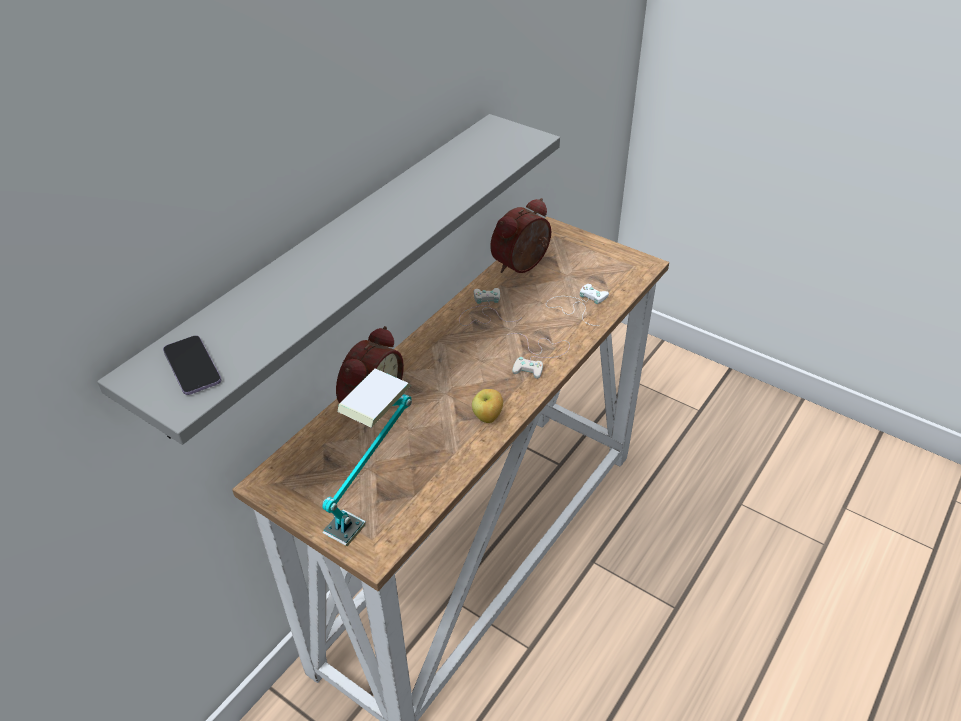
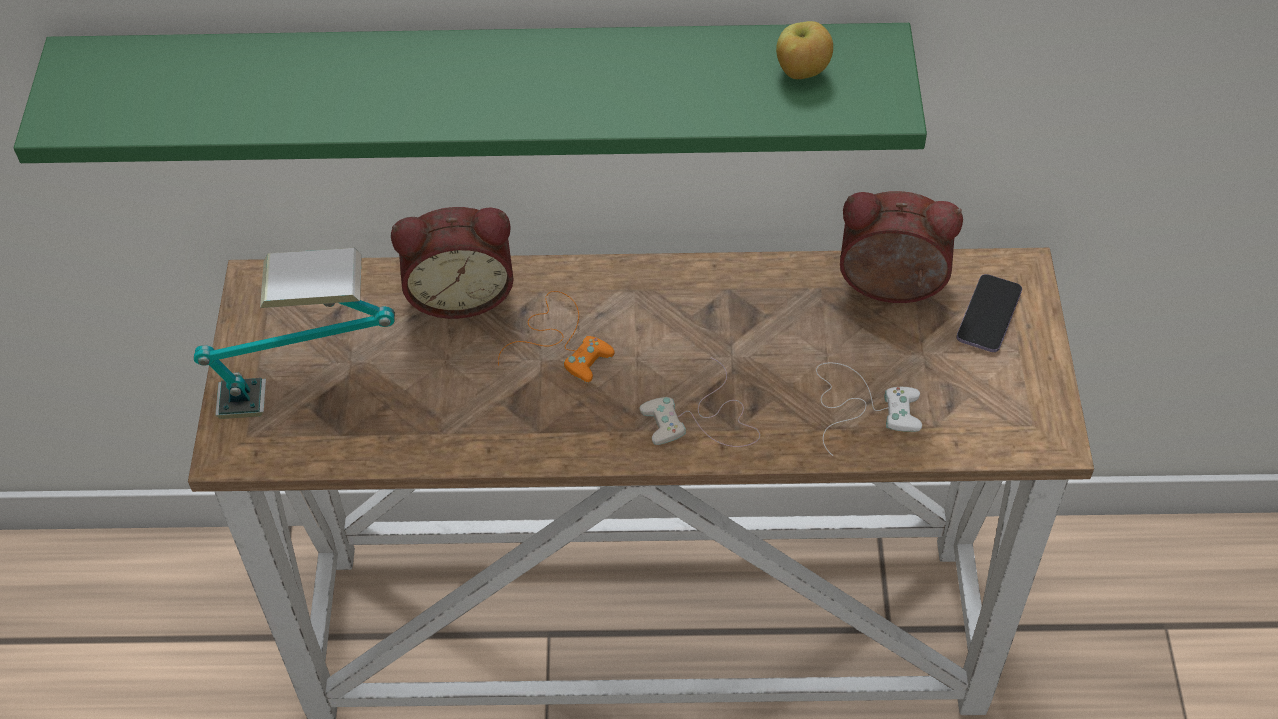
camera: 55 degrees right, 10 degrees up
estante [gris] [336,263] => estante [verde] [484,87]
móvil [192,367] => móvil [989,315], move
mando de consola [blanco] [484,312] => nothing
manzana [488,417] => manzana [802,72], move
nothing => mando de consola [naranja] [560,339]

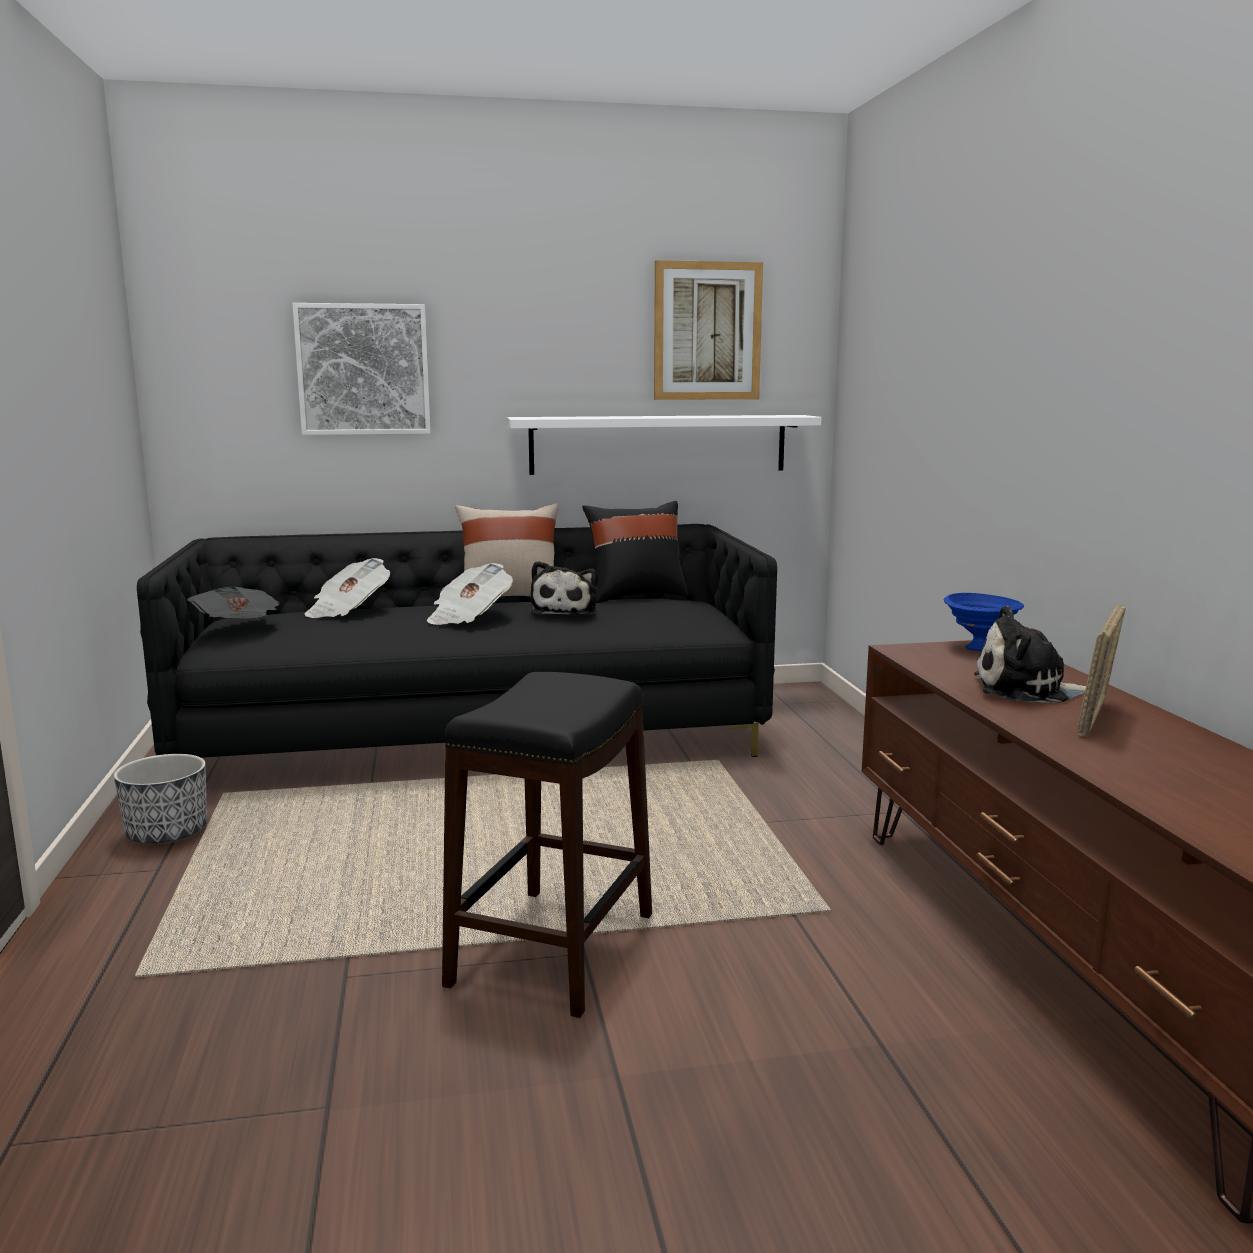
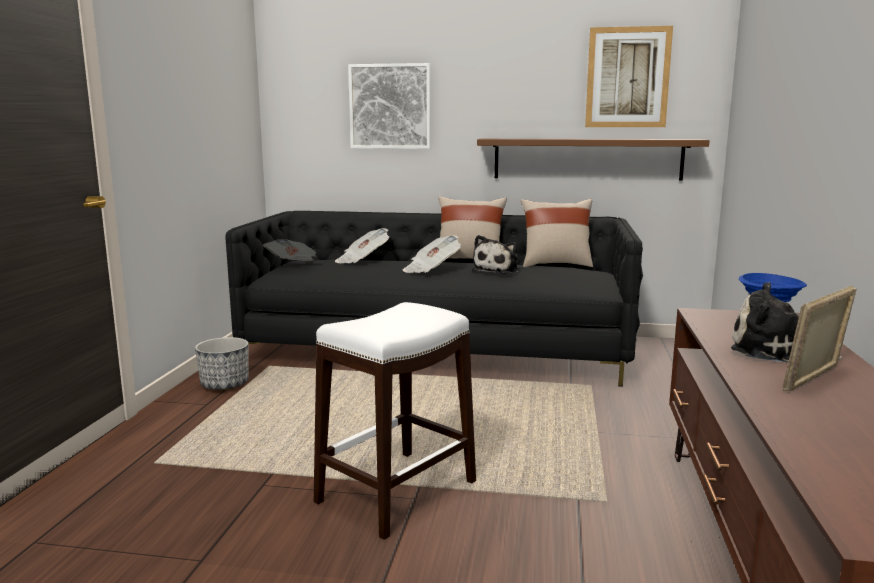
camera: 20 degrees right, 0 degrees up
taburete [negro] [555,949] => taburete [blanco] [398,492]
estante [blanco] [658,444] => estante [marrón] [587,159]
cojín [negro] [636,596] => cojín [beis] [555,264]

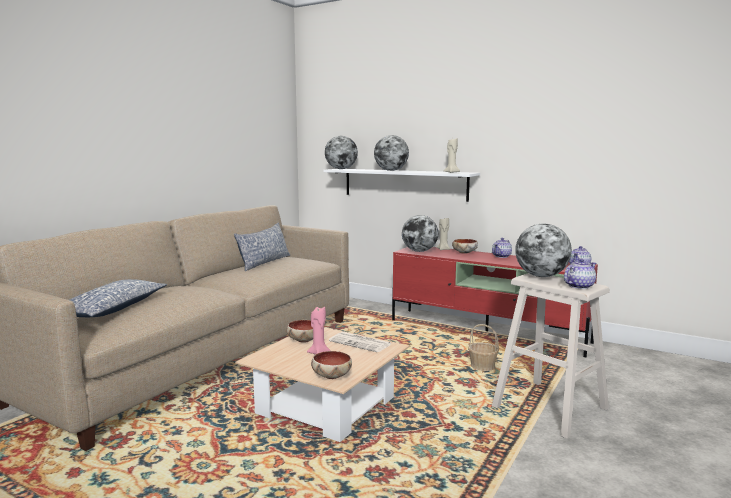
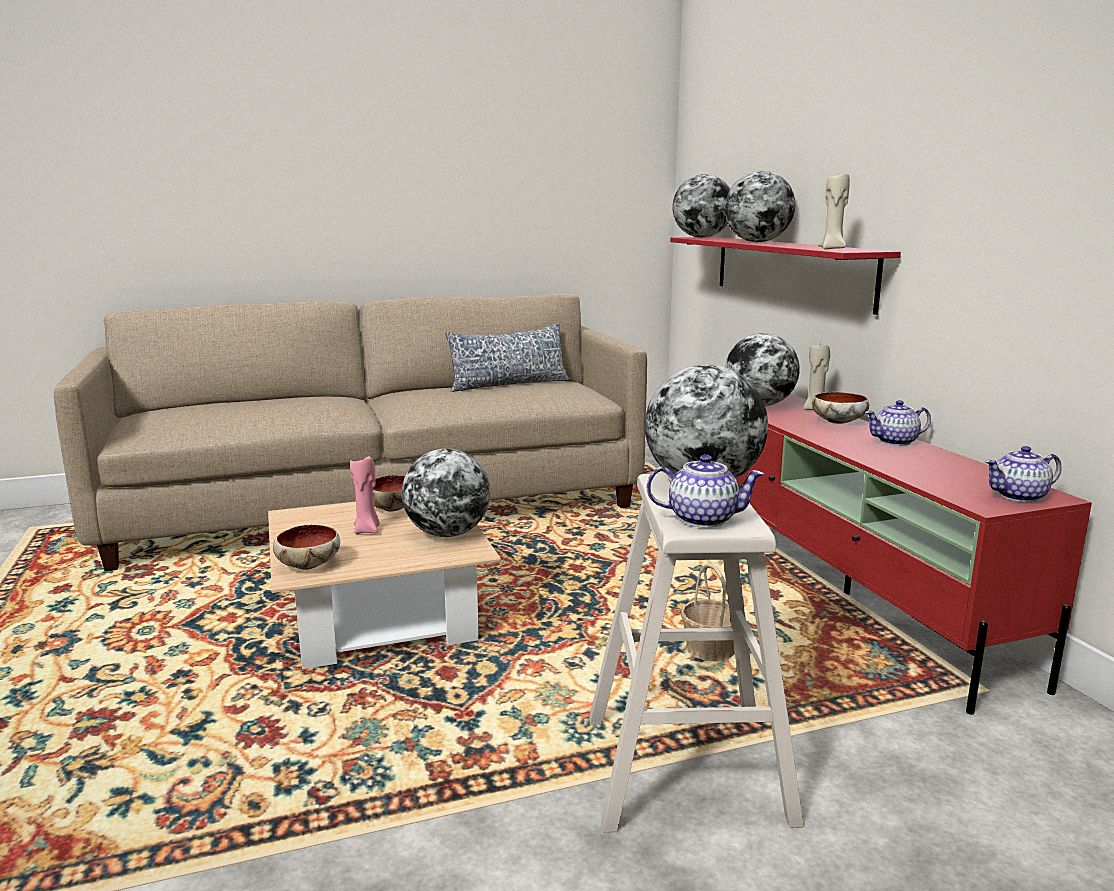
camera: 40 degrees right, 5 degrees up
cojín [112,309] => nothing
estante [blanco] [404,184] => estante [rojo] [790,270]
periódico [361,343] => globo terráqueo [448,533]

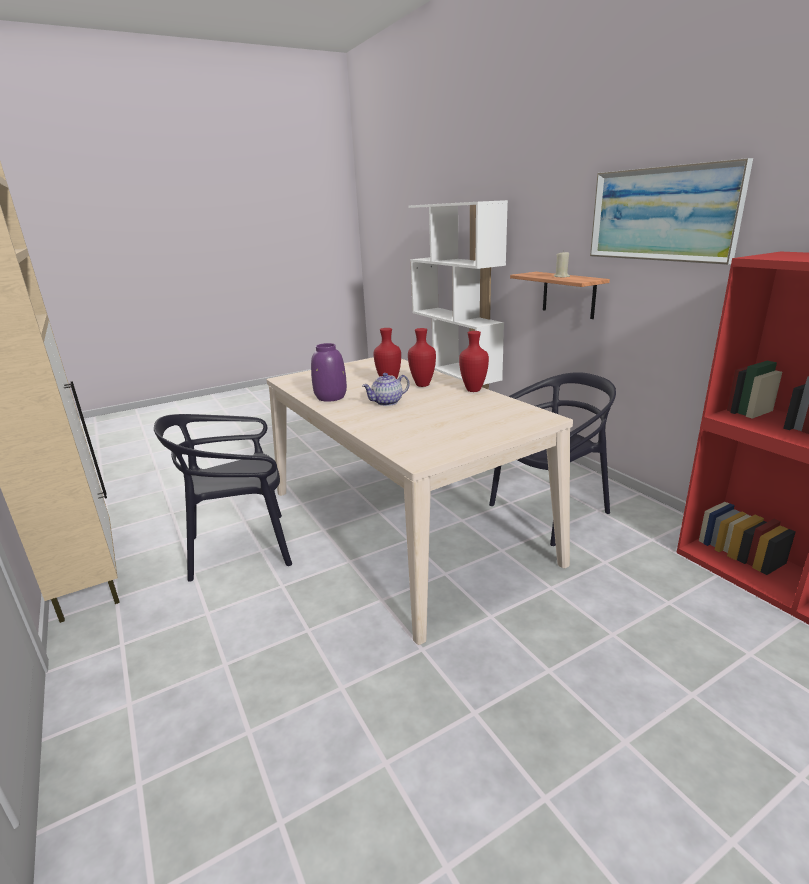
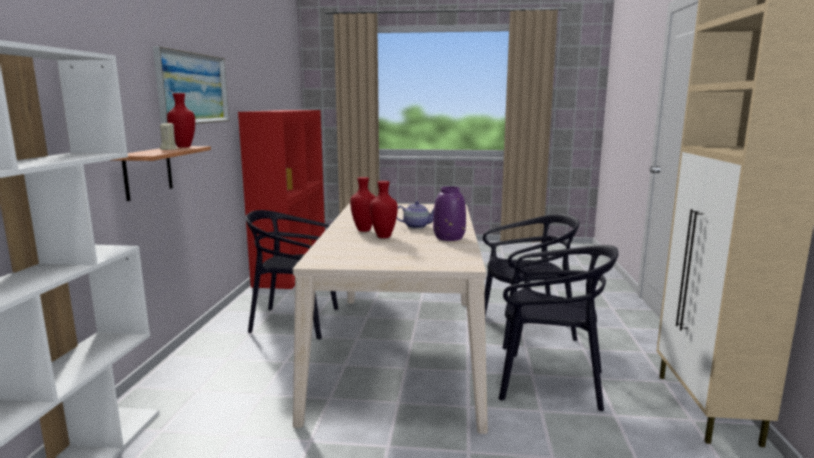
camera: 145 degrees left, 10 degrees down
florero [rojo] [474,390] => florero [rojo] [183,147], move
nothing => silla [negro] [526,330]

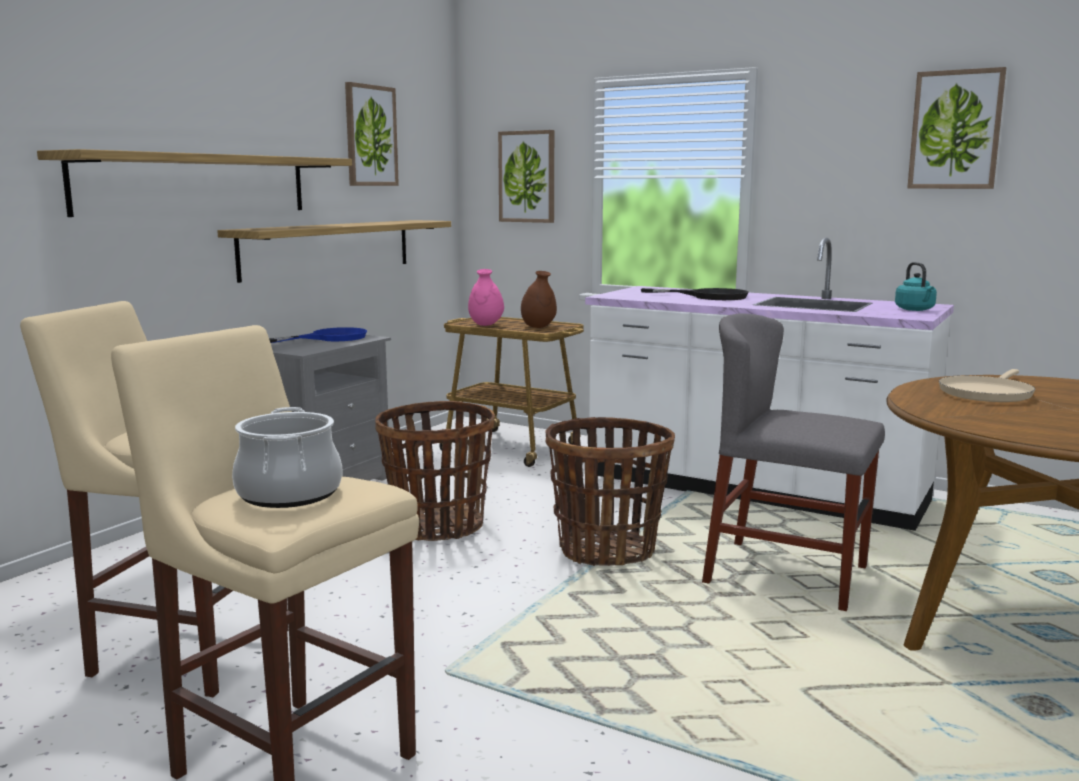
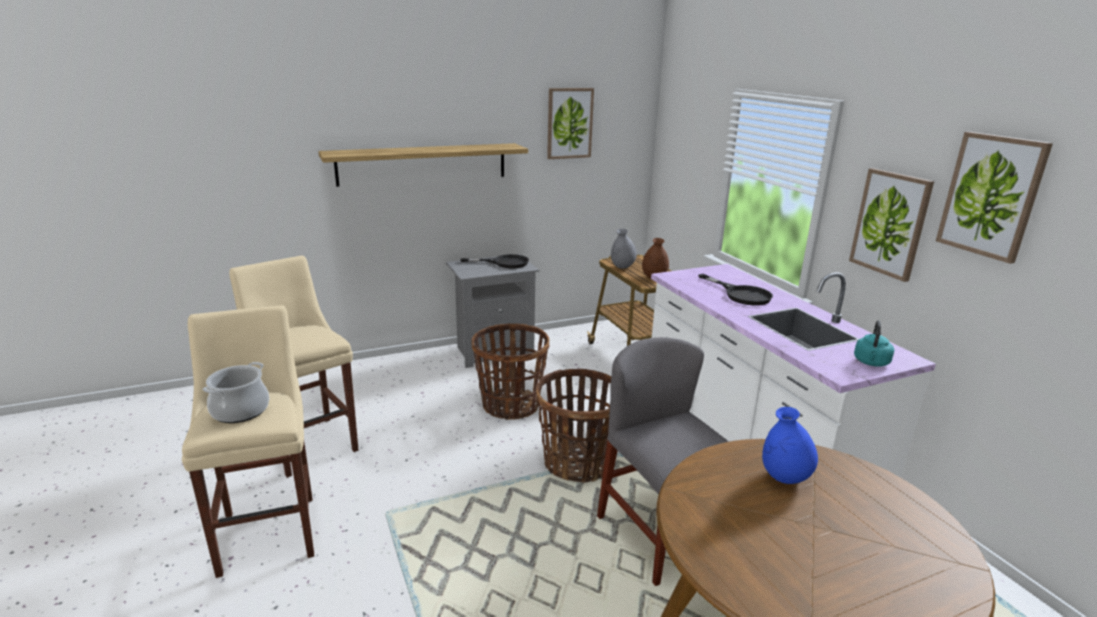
camera: 35 degrees right, 10 degrees up
estante [328,248] => nothing
sartén [azul] [329,338] => sartén [negro] [504,263]
florero [rosa] [486,324] => florero [gris] [622,267]
cuadro [527,177] => cuadro [890,223], move
sartén [beis] [986,393] => florero [azul] [784,478]

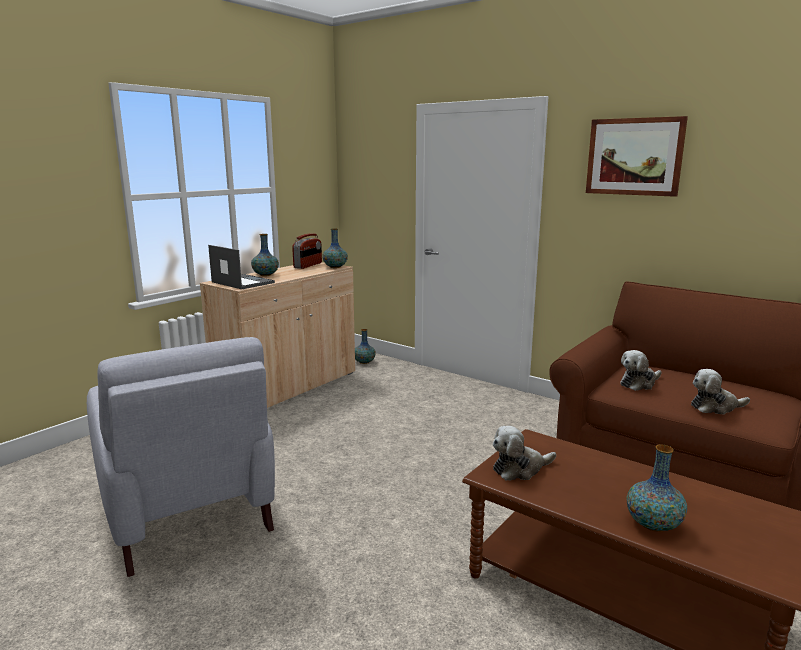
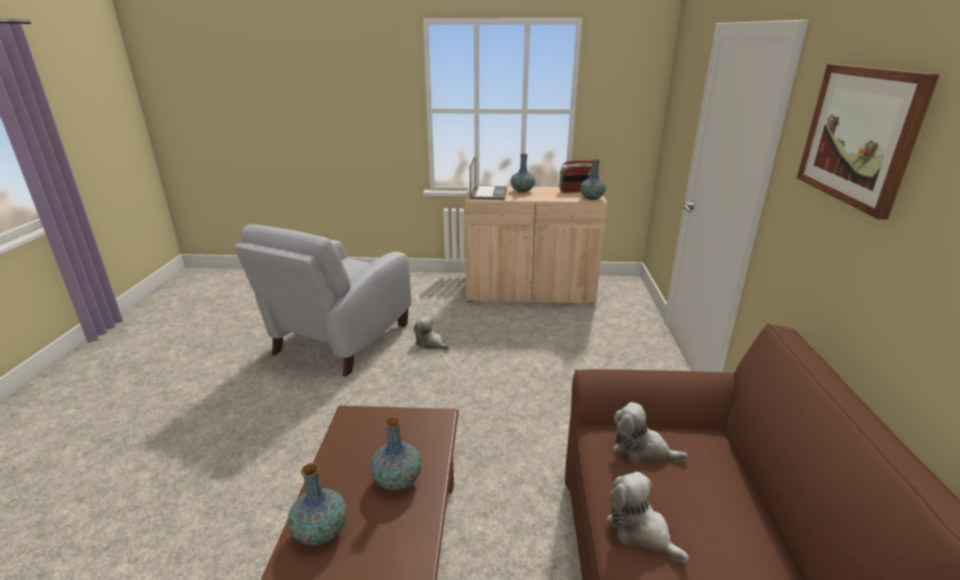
camera: 55 degrees right, 10 degrees up
florero [364,362] => florero [397,480], move
peluche [520,469] => peluche [430,344], move

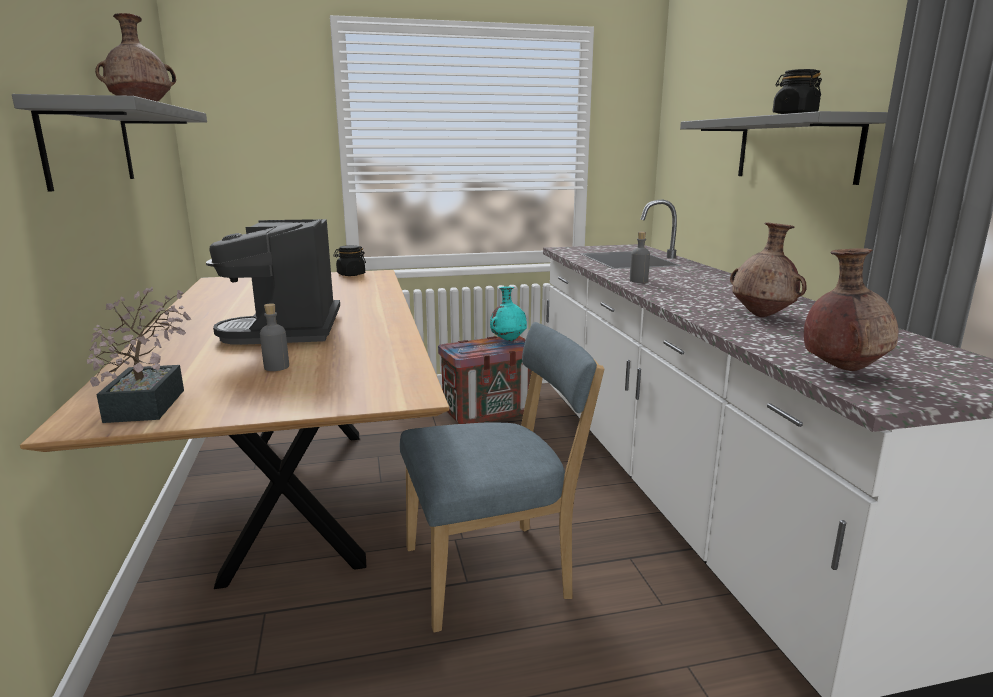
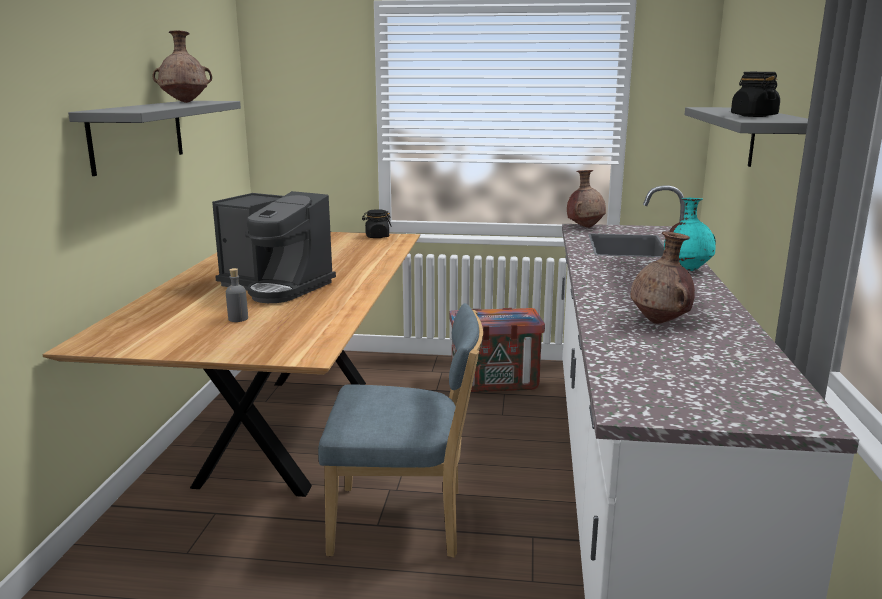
camera: 20 degrees right, 0 degrees up
planta en maceta [150,401] => nothing
cafetera [289,329] => cafetera [276,287], 75 degrees counterclockwise
florero [turquesa] [508,340] => florero [turquesa] [687,269], move
botella [gris] [638,280] => nothing
florero [marrón] [841,369] => florero [marrón] [585,227], move

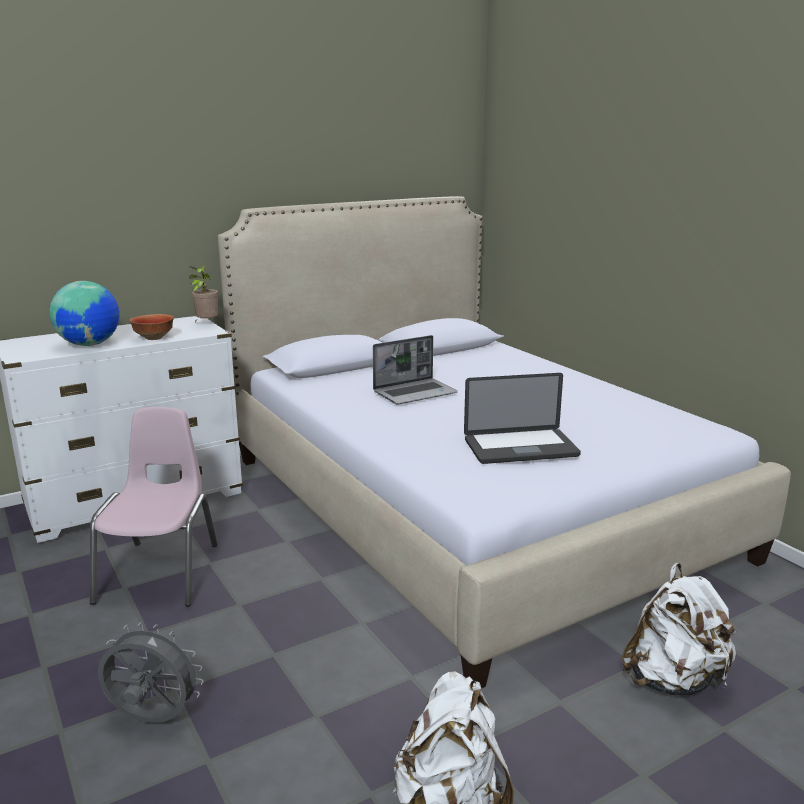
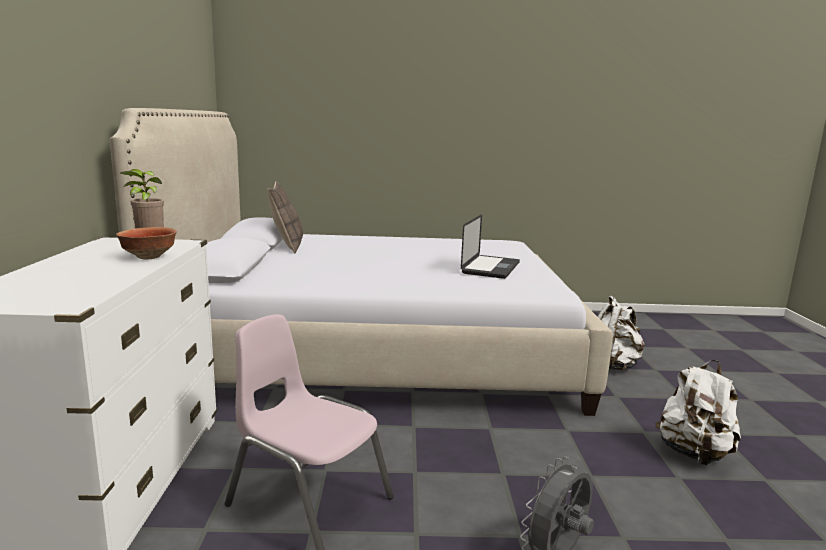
camera: 60 degrees left, 5 degrees down
globo terráqueo [90,344] => nothing
portátil [415,393] => nothing
nothing => cojín [287,246]

